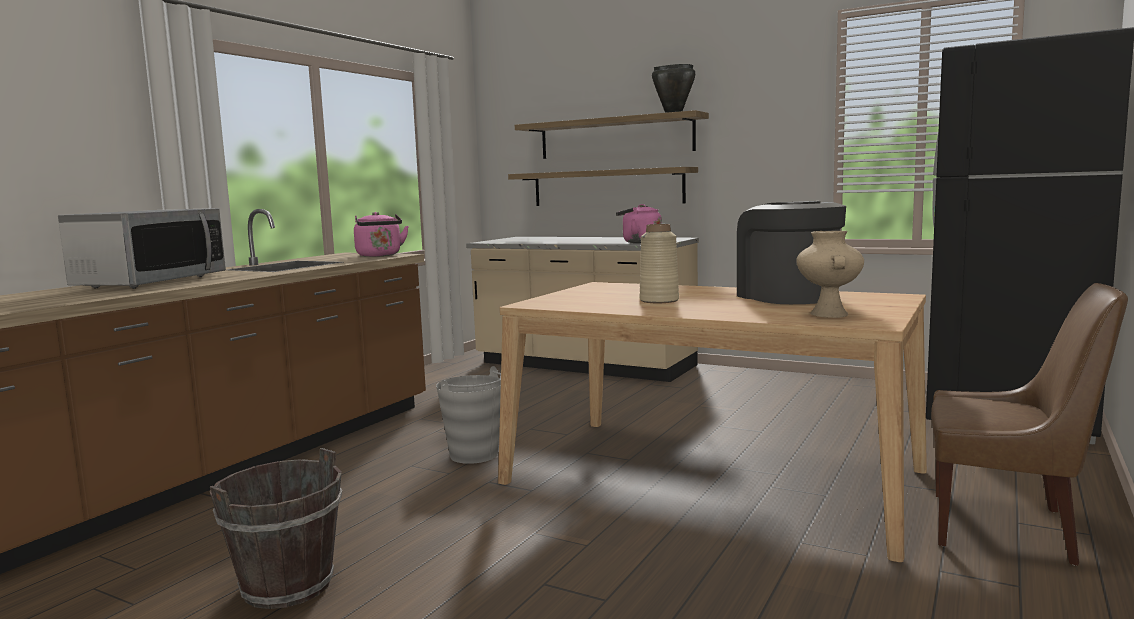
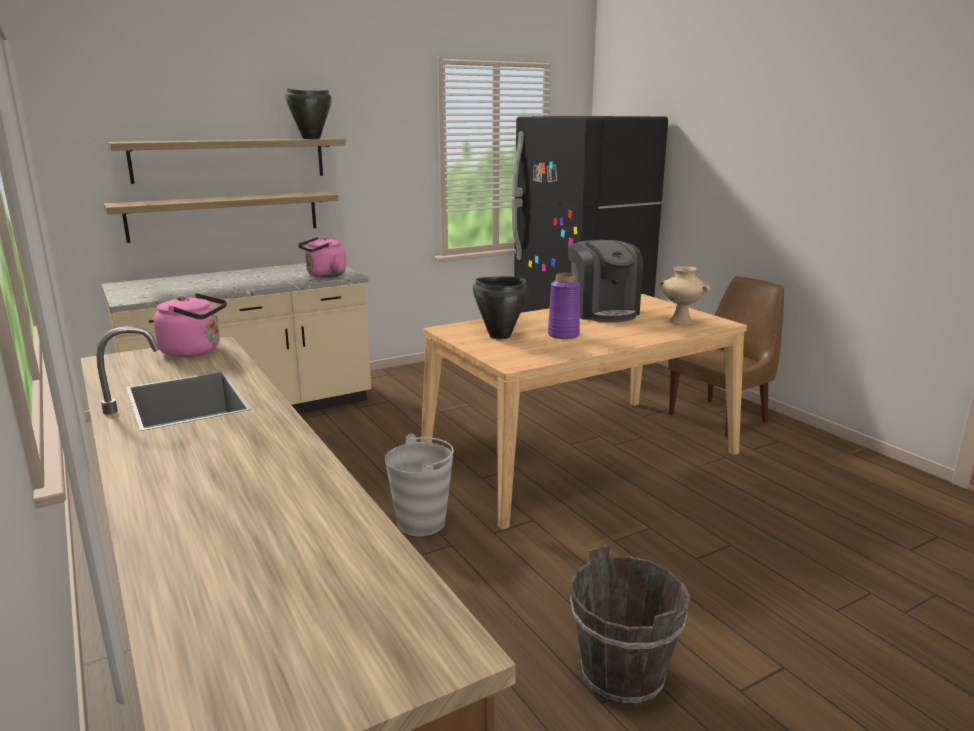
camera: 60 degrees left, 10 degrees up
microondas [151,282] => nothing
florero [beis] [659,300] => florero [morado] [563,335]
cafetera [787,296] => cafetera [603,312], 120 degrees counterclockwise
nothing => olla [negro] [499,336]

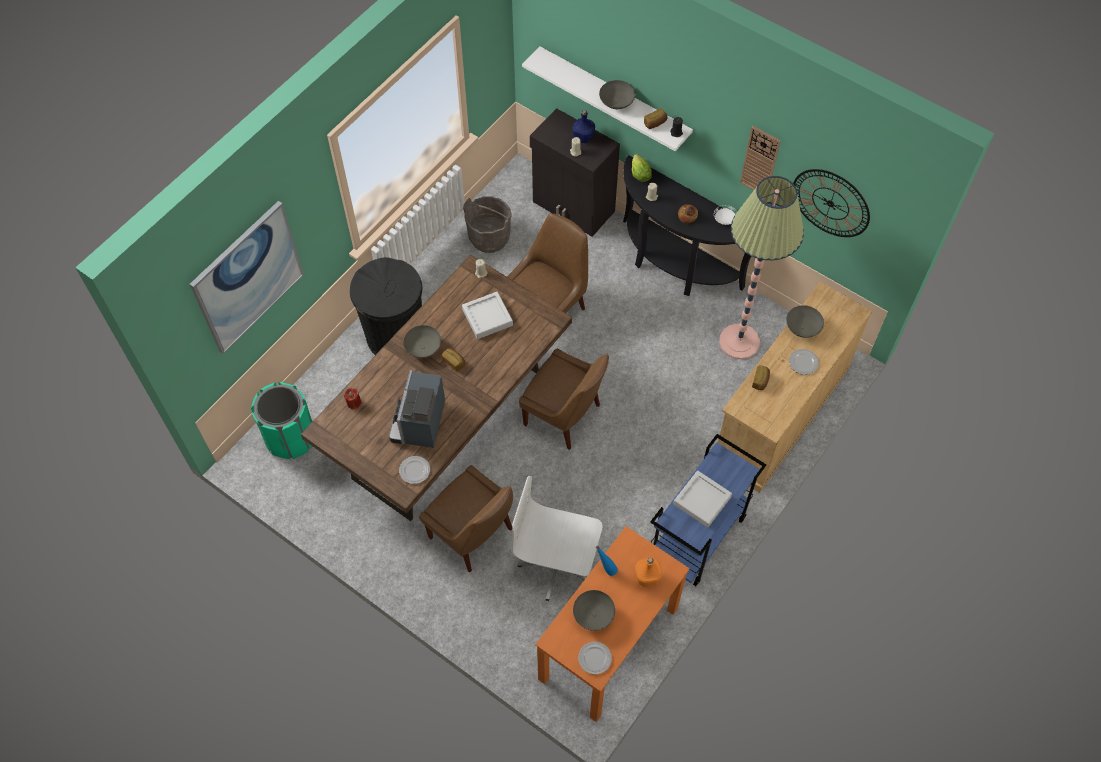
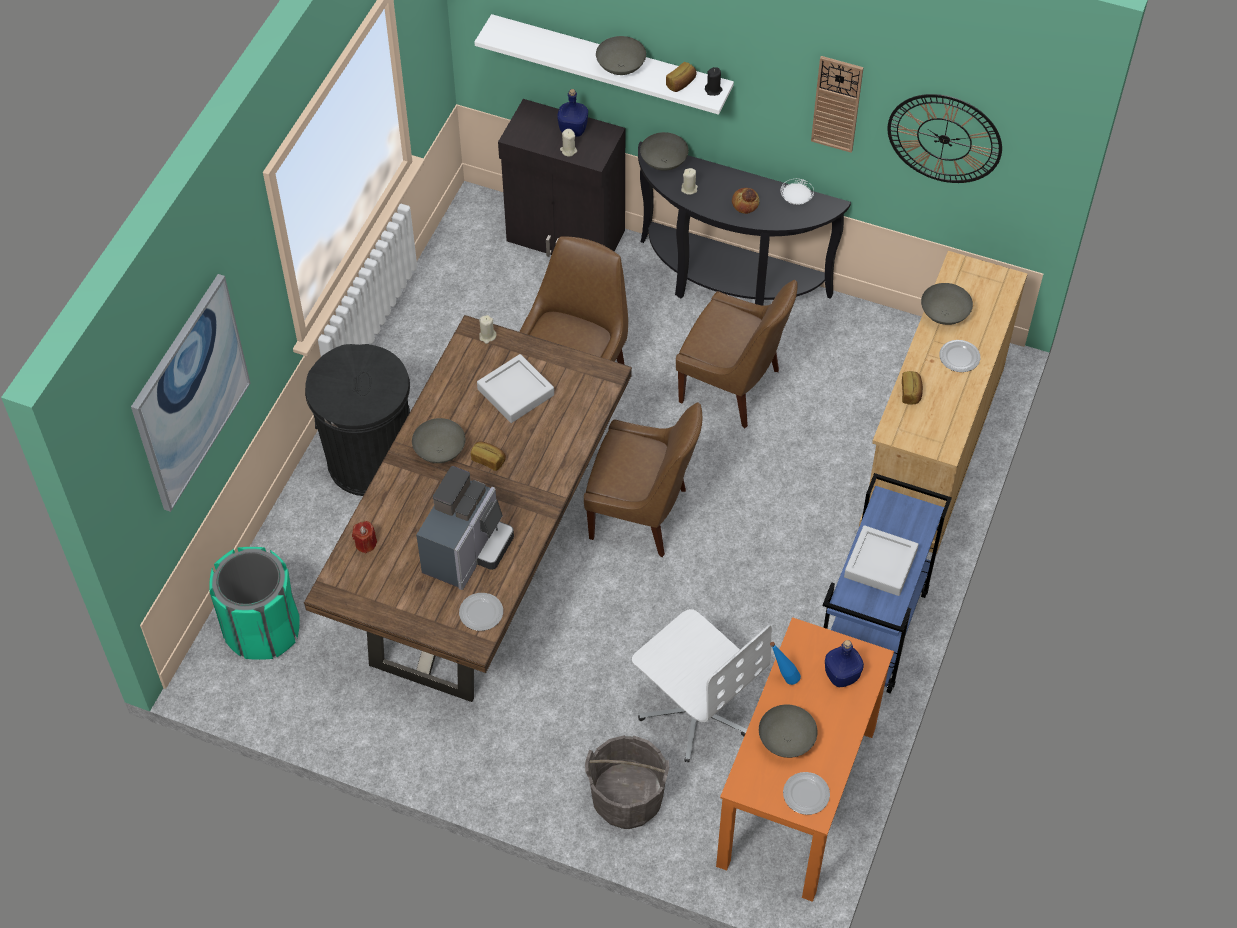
camera: 15 degrees left, 5 degrees down
cafetera [419,424] => cafetera [467,551], 150 degrees counterclockwise
silla [marrón] [473,535] => silla [marrón] [733,387], move
cubo [gris] [489,237] => cubo [gris] [627,799], move
silla de oficina [blanco] [558,565] => silla de oficina [blanco] [695,711], 135 degrees counterclockwise
lechuga [639,174] => cuenco [gris] [663,163]
botella [naranja] [647,577] => botella [azul] [842,675]
lámpara de pie [739,341] => nothing

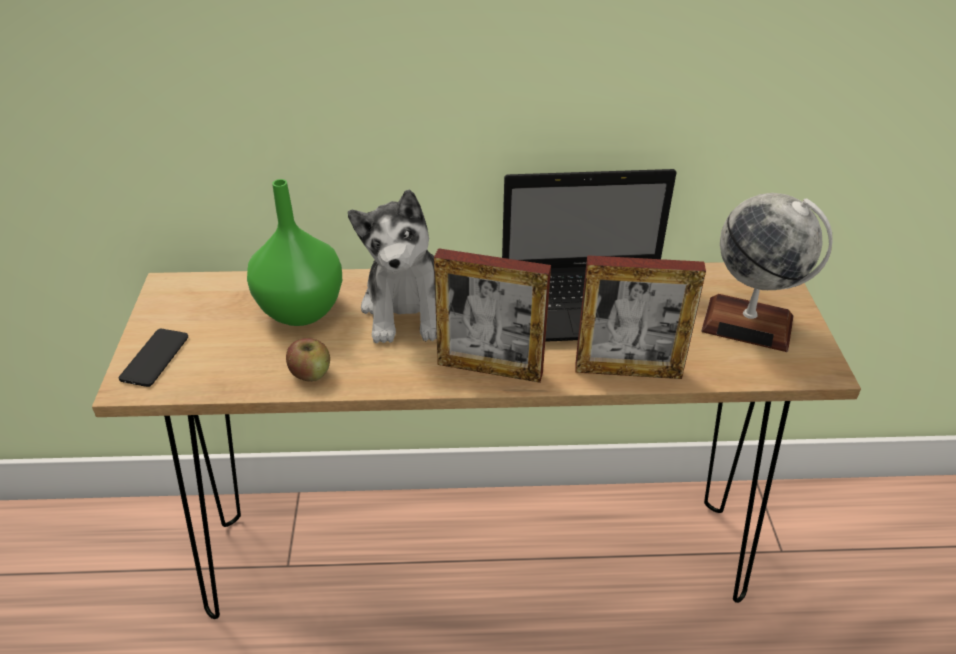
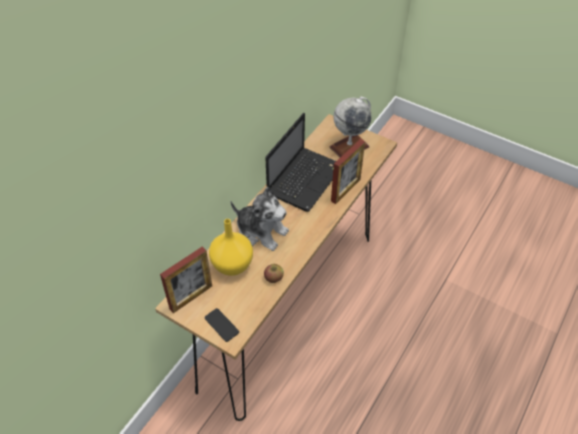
camera: 55 degrees left, 10 degrees up
florero [verde] [303,310] => florero [amarillo] [233,264]
portarretratos [490,368] => portarretratos [191,297], move

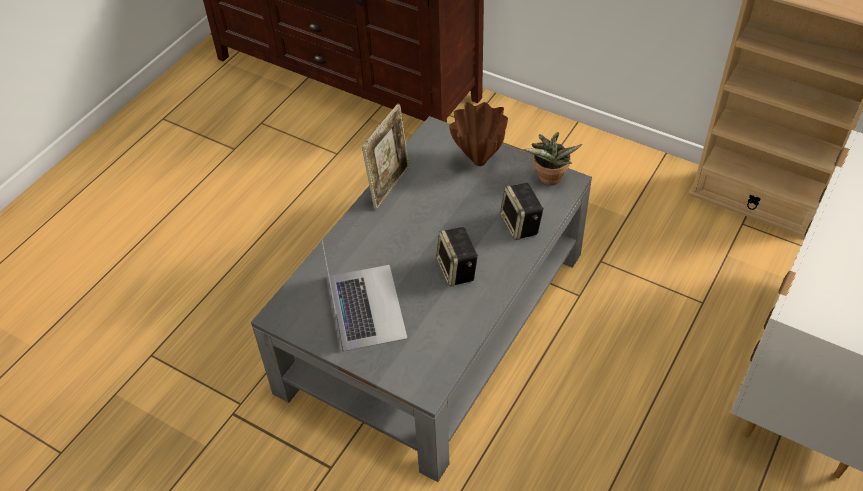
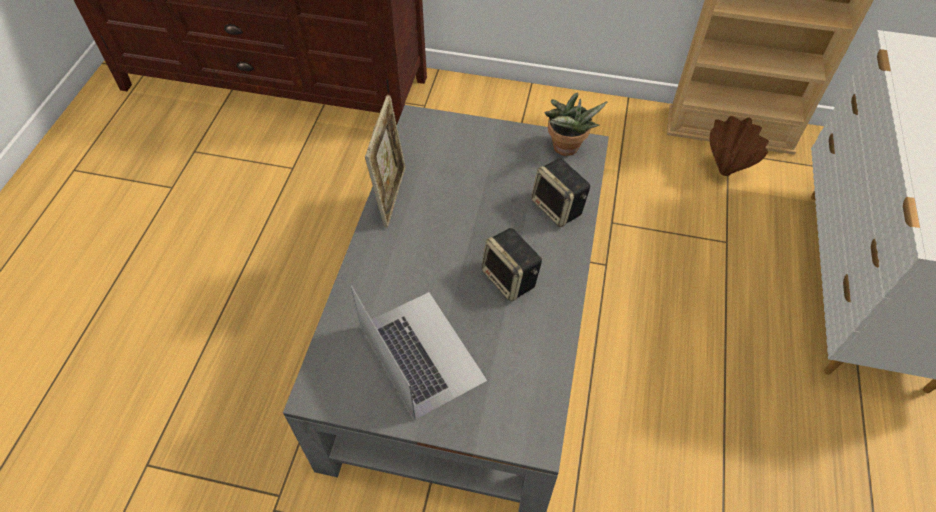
camera: 20 degrees left, 5 degrees up
florero [marrón] [479,160] => florero [marrón] [724,170], move

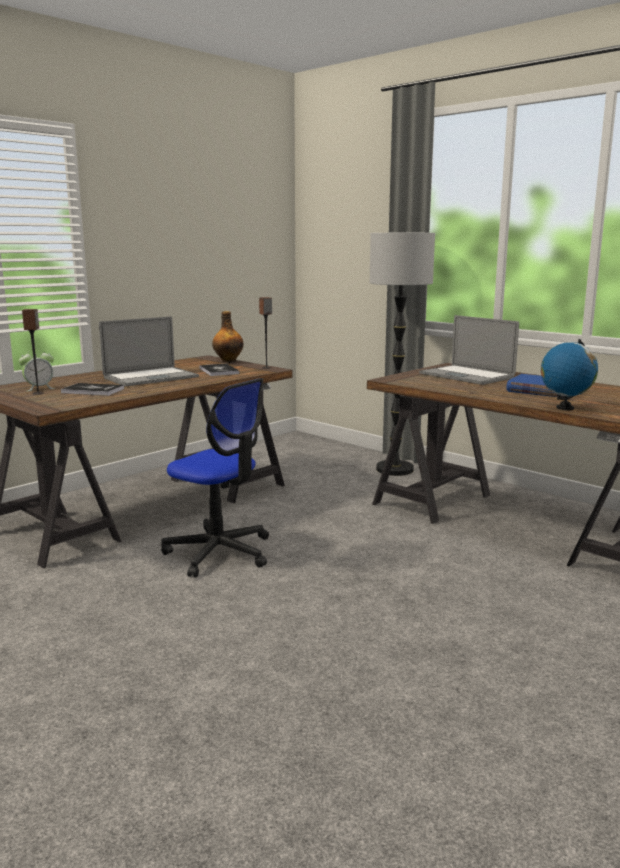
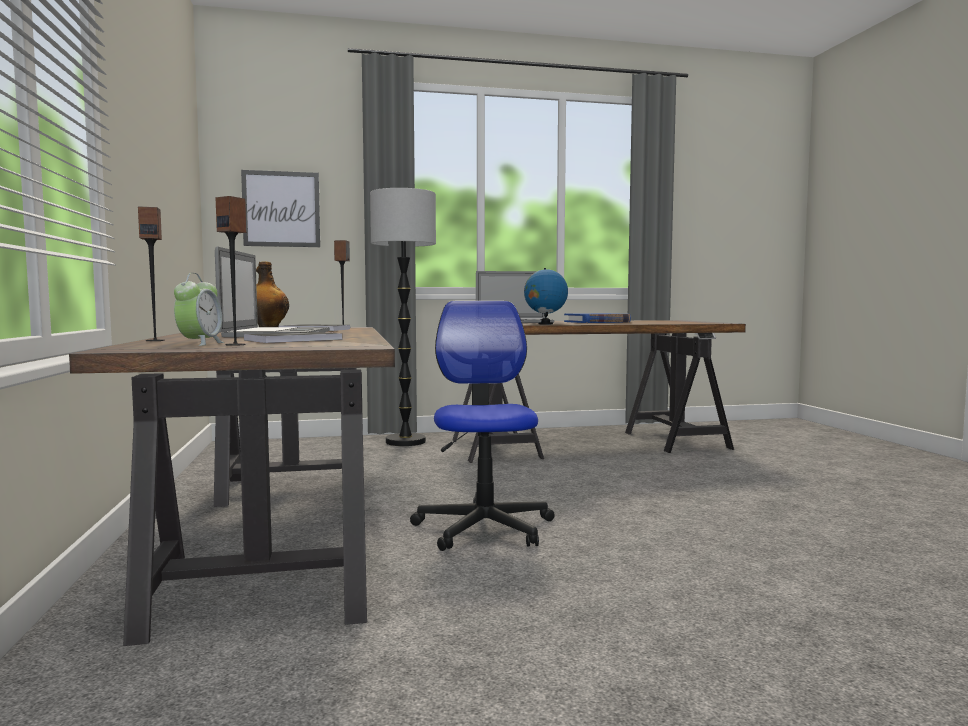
camera: 55 degrees left, 10 degrees down
silla de oficina [219,552] => silla de oficina [484,528], 75 degrees counterclockwise
globo terráqueo [565,408] => globo terráqueo [545,324], move
nothing => altavoz [155,340]
nothing => cuadro [281,209]

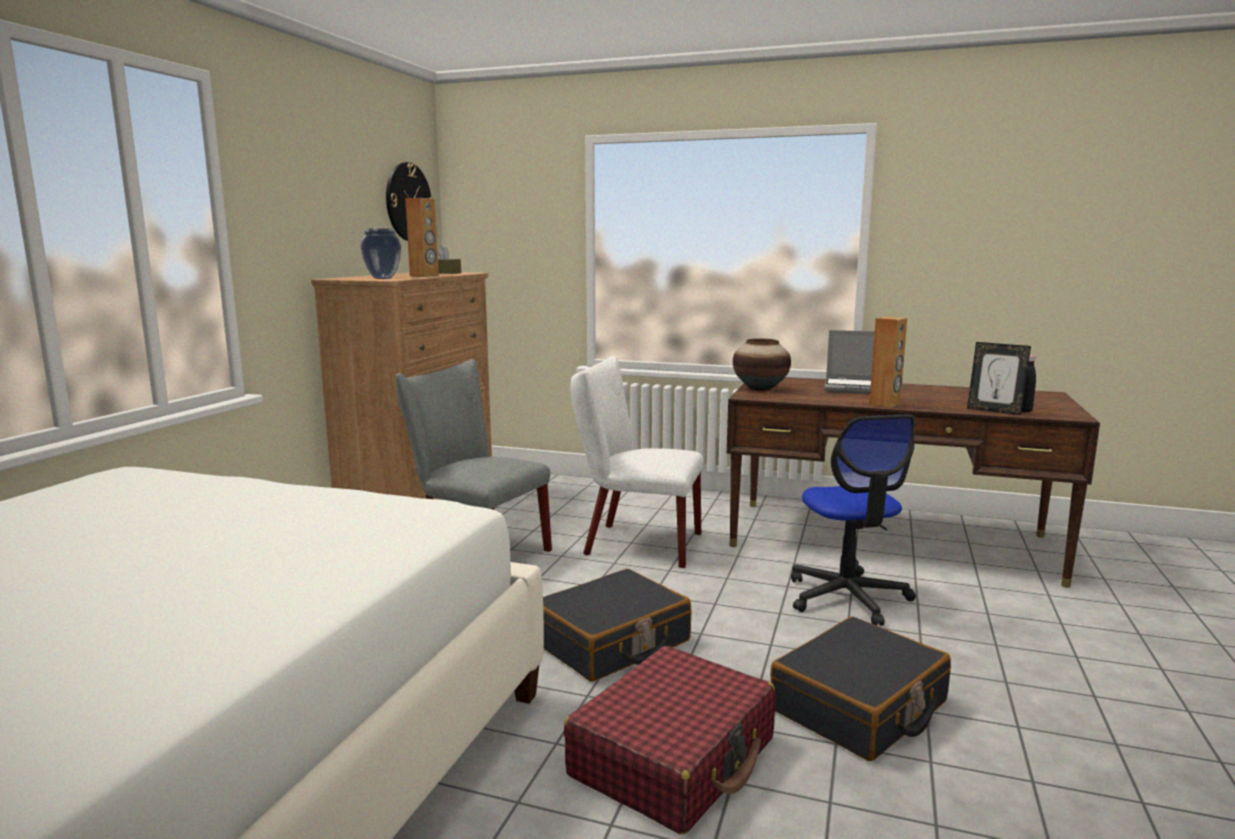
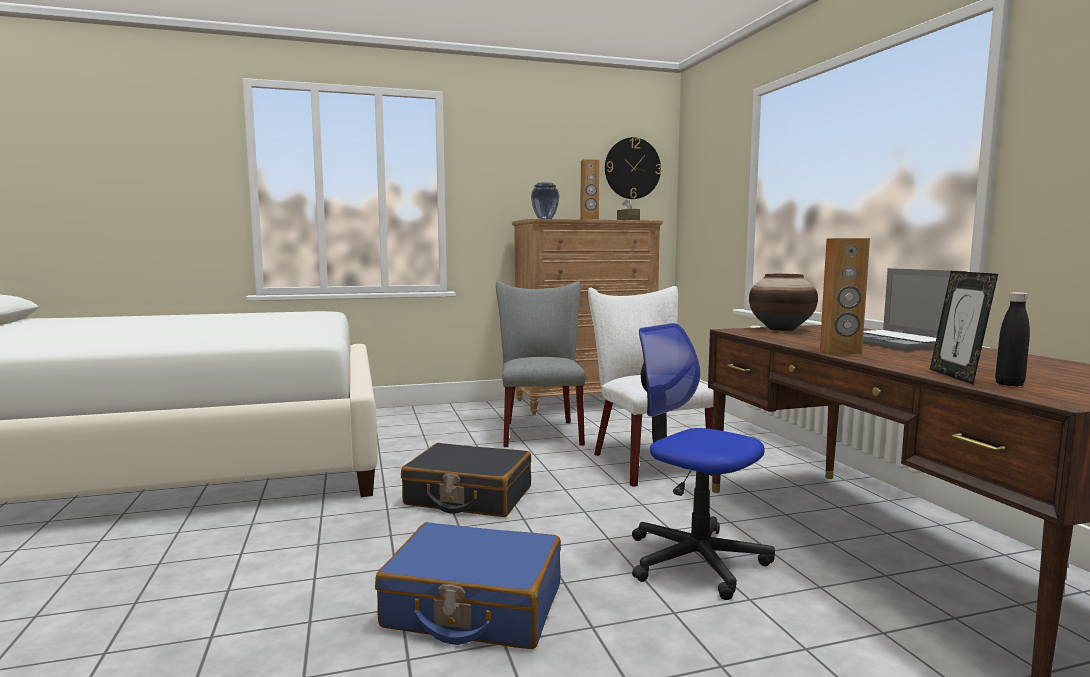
camera: 55 degrees right, 5 degrees down
maleta [rojo] [674,757] => nothing
maleta [negro] [859,707] => maleta [azul] [473,607]
silla de oficina [847,598] => silla de oficina [695,560], 90 degrees clockwise

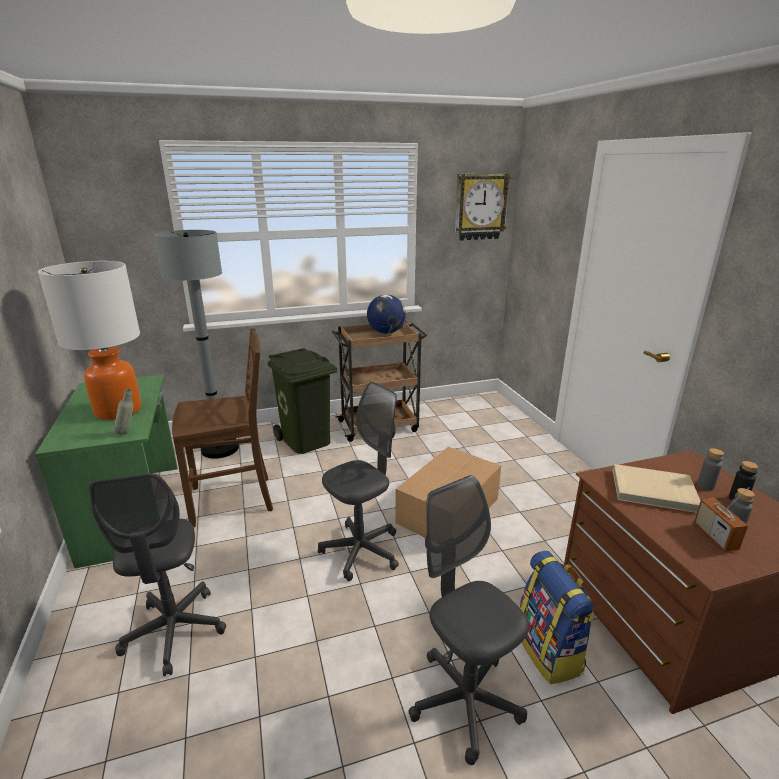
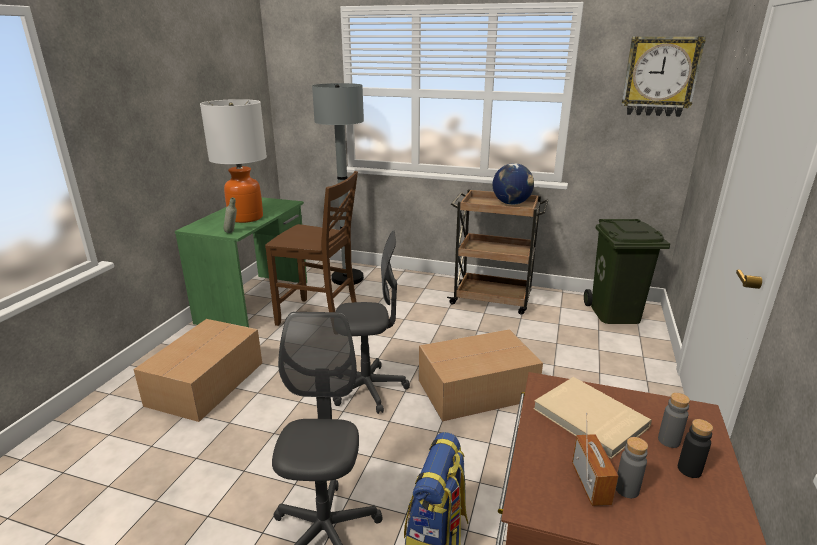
camera: 35 degrees right, 0 degrees up
silla de oficina [gris] [174,631] => caja de cartón [204,384]
papelera [verde] [305,441] => papelera [verde] [614,313], move
radio [715,536] => radio [590,484], 150 degrees clockwise

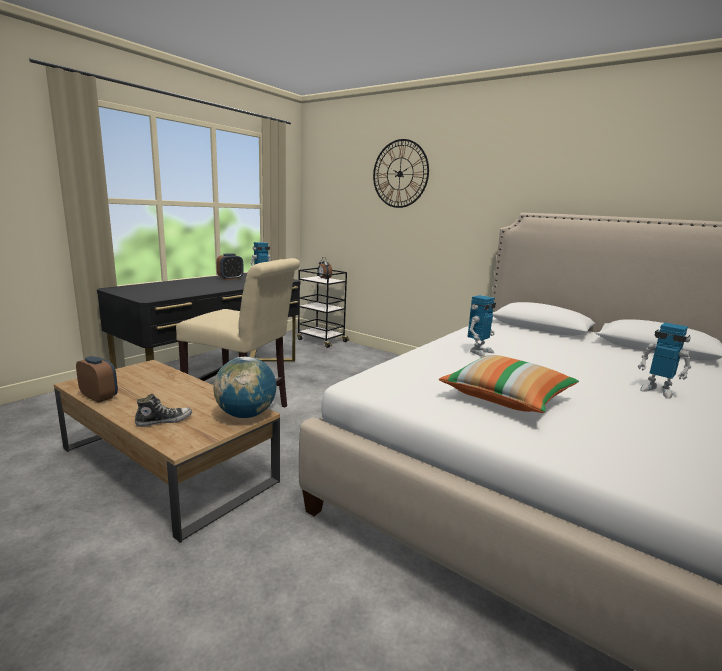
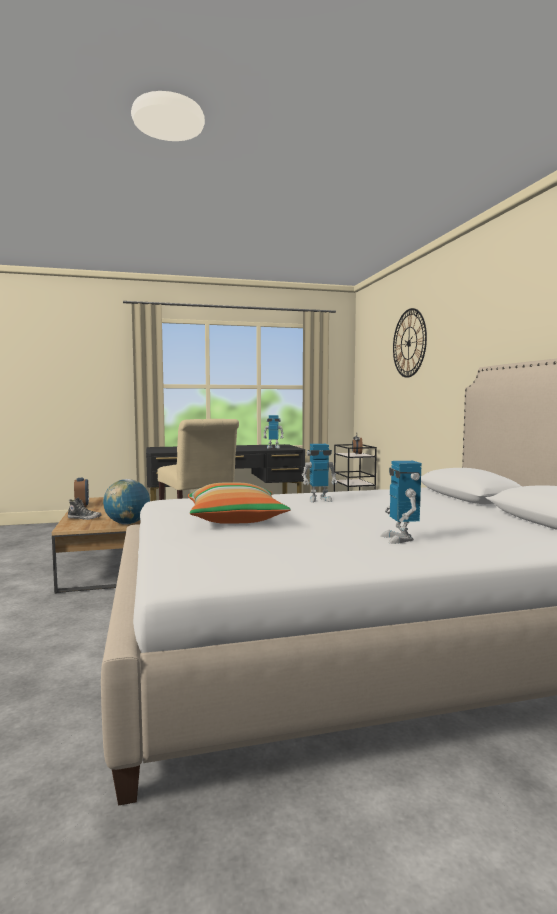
camera: 40 degrees right, 10 degrees down
despertador [230,278] => nothing

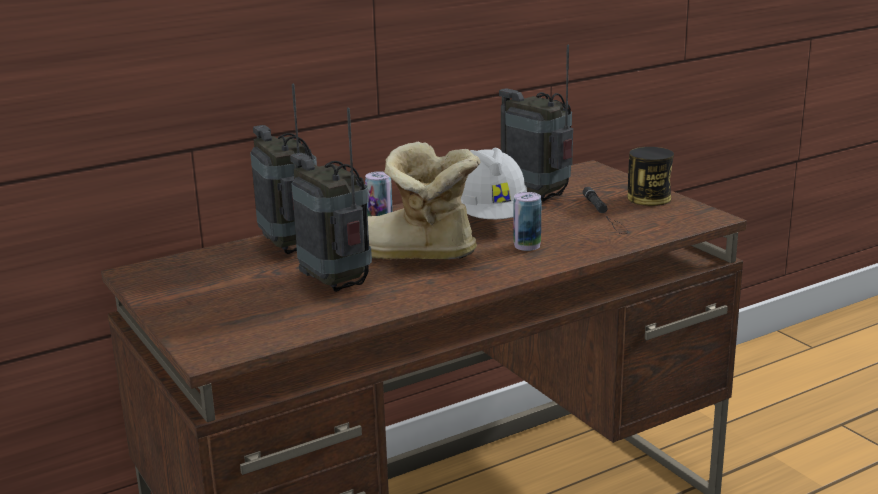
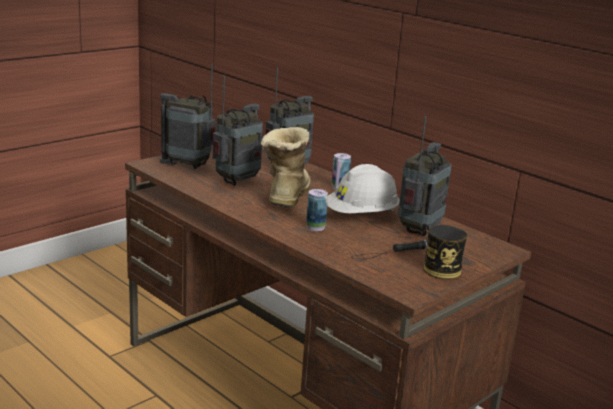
camera: 75 degrees right, 0 degrees up
nothing => radio [188,166]

